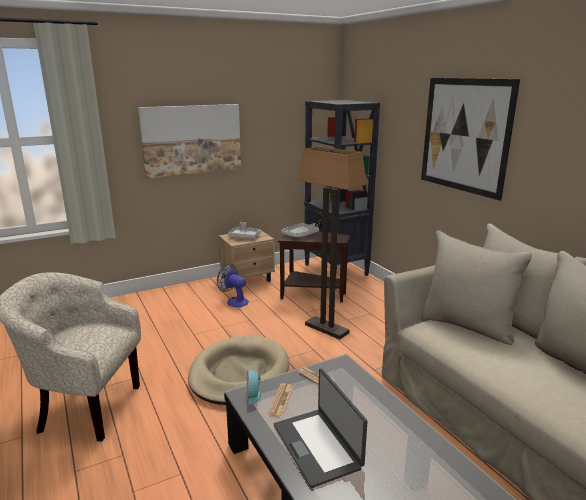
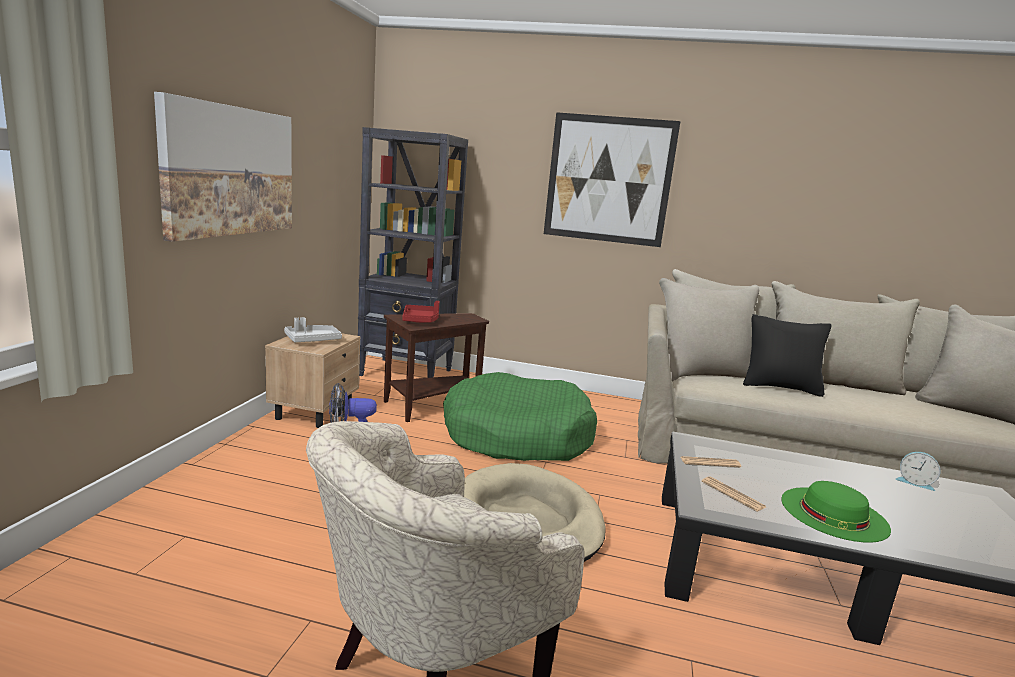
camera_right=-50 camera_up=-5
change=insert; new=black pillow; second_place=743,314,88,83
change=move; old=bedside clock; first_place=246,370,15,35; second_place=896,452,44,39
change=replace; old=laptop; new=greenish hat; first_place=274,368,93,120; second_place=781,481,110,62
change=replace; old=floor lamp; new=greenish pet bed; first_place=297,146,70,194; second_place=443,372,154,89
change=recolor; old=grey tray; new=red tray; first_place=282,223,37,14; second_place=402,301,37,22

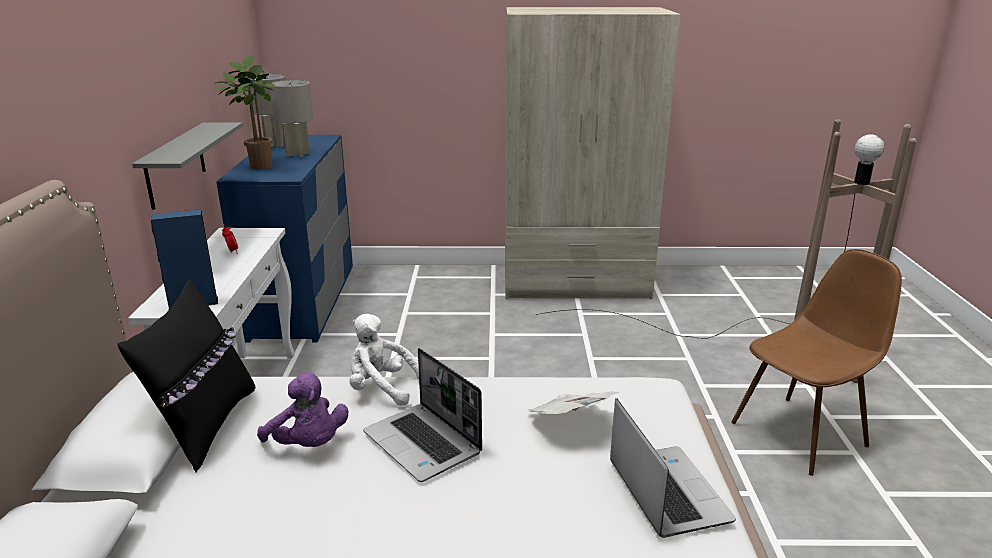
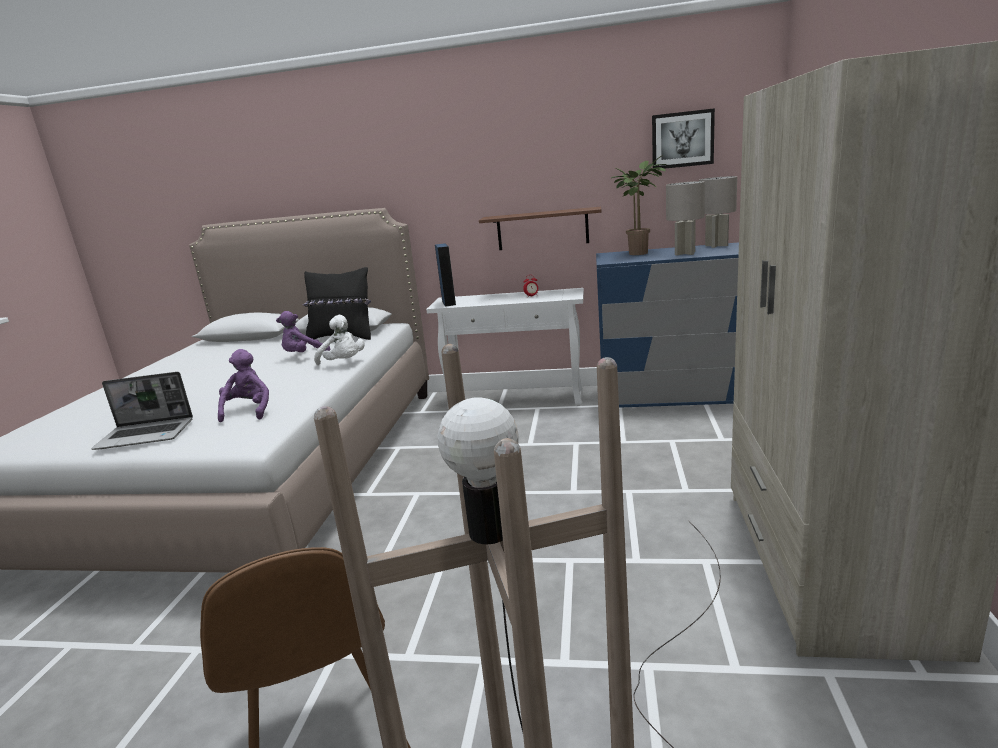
camera_right=100 camera_up=-5
change=delete; old=laptop; first_place=363,348,119,134
change=insert; new=wall art; second_place=652,108,63,62
change=replace; old=newspaper; new=purple-coloured cuddly toy; first_place=527,391,93,23; second_place=218,349,51,73
change=recolor; old=grey wall shelf; new=brown wall shelf; first_place=132,122,111,88; second_place=479,207,122,43
change=rotate; old=white cuddly toy; first_place=349,314,70,92; second_place=314,315,51,50; degrees=105

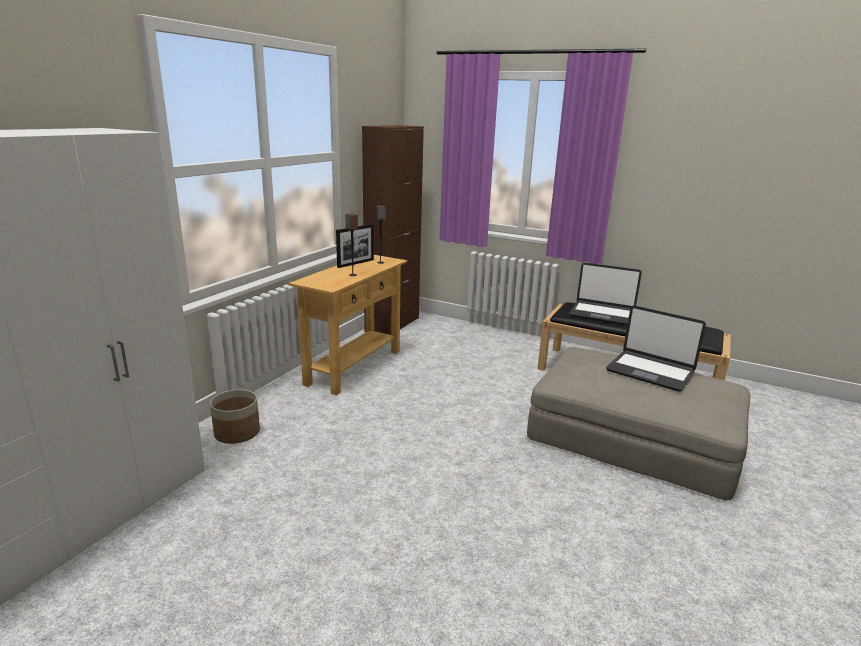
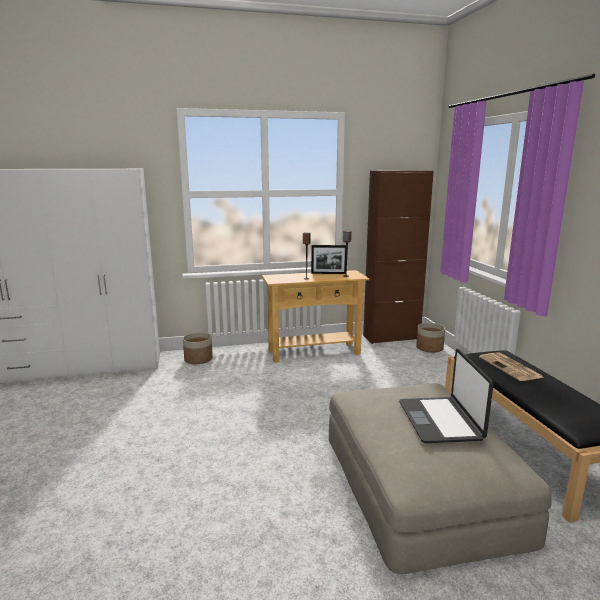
camera_right=50 camera_up=-5
change=insert; new=plant pot; second_place=416,323,29,30
change=replace; old=laptop; new=newspaper; first_place=569,262,73,63; second_place=479,352,64,29

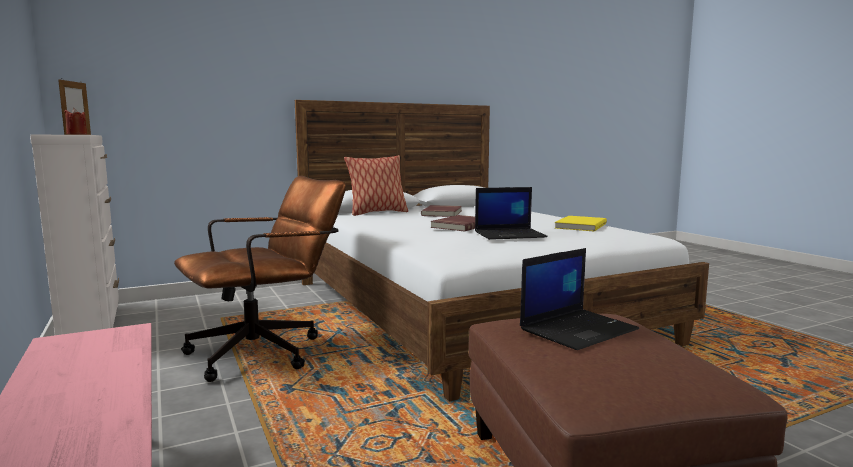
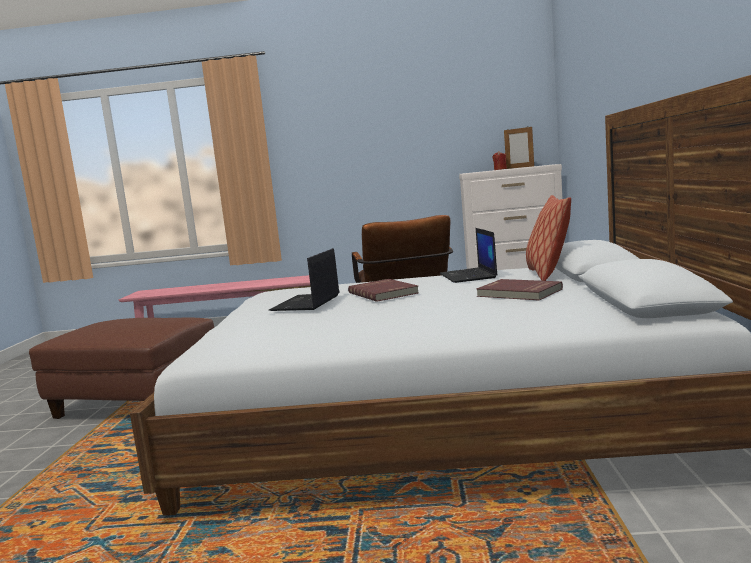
camera_right=120 camera_up=0
change=delete; old=yellow book; first_place=555,216,52,16
change=move; old=laptop; first_place=520,248,119,102; second_place=439,228,59,55

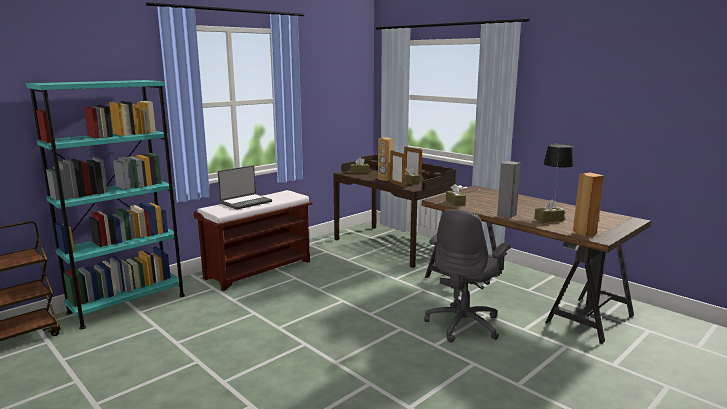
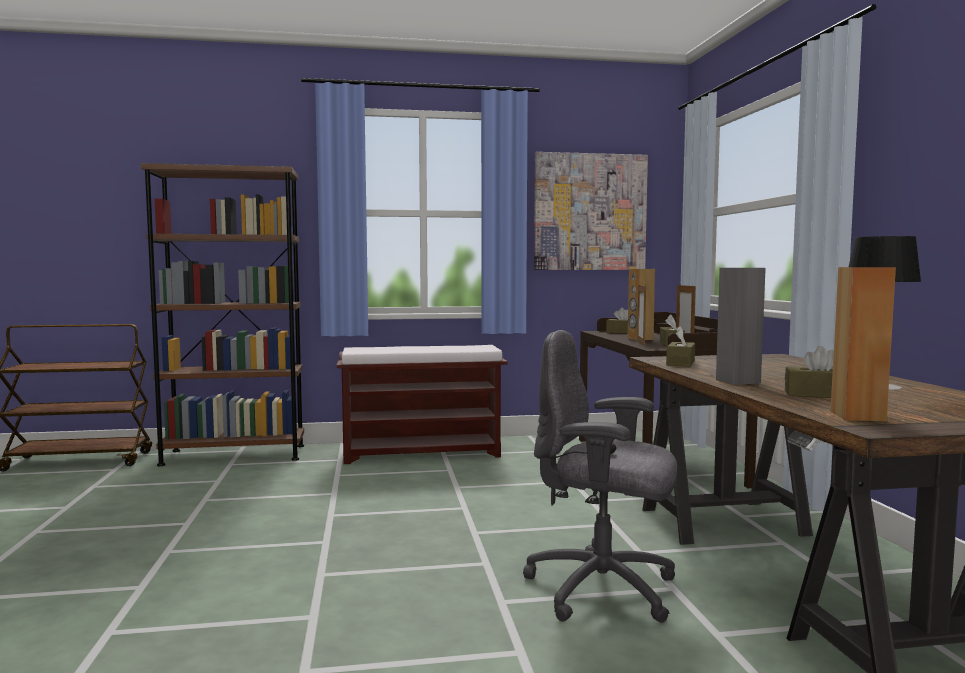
camera_right=35 camera_up=-10
change=delete; old=laptop; first_place=218,165,54,45
change=insert; new=wall art; second_place=534,152,114,118
change=recolor; old=blue-green bookcase; new=brown bookcase; first_place=26,80,159,249; second_place=141,163,163,303
change=rotate; old=grey office chair; first_place=424,209,87,134; second_place=523,330,154,293; degrees=45

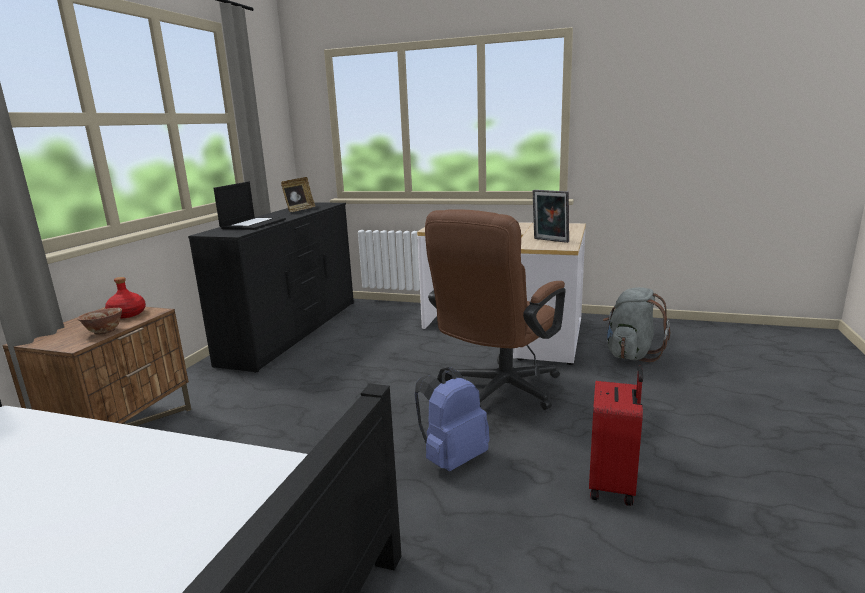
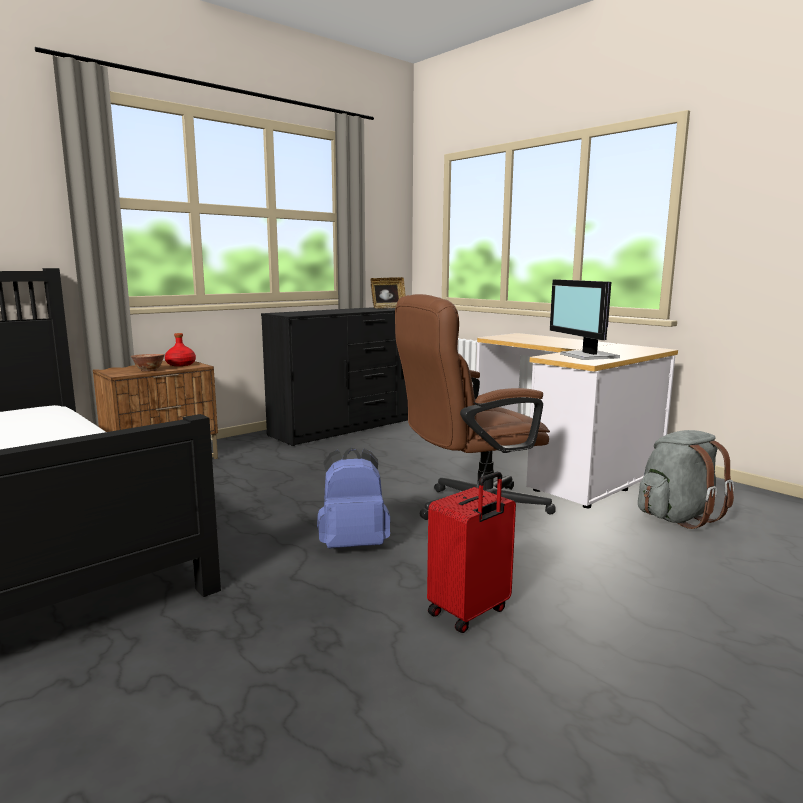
camera_right=30 camera_up=-5
change=delete; old=laptop; first_place=213,182,73,48
change=replace; old=standing frame; new=monitor; first_place=533,190,36,53; second_place=550,279,70,81

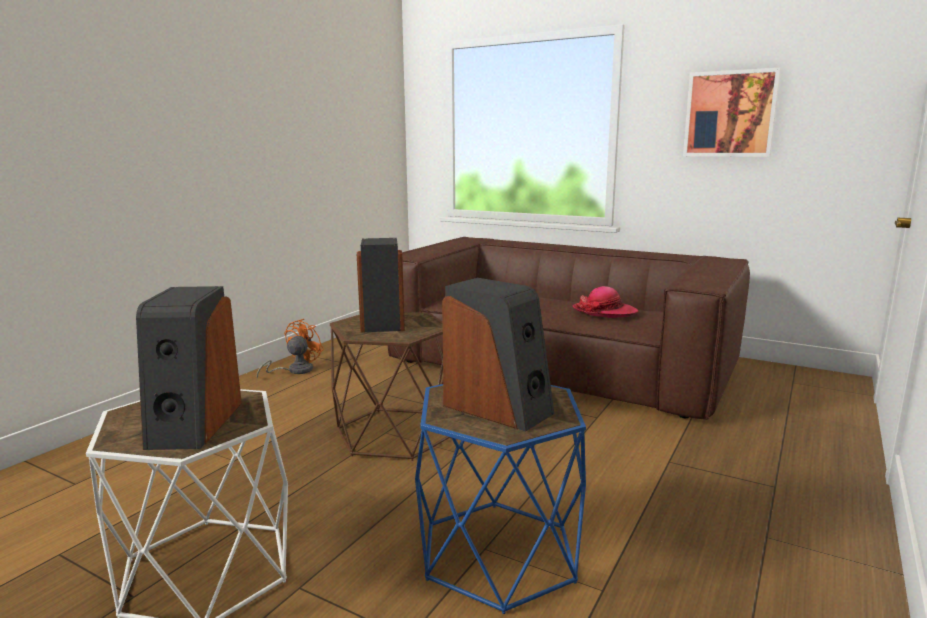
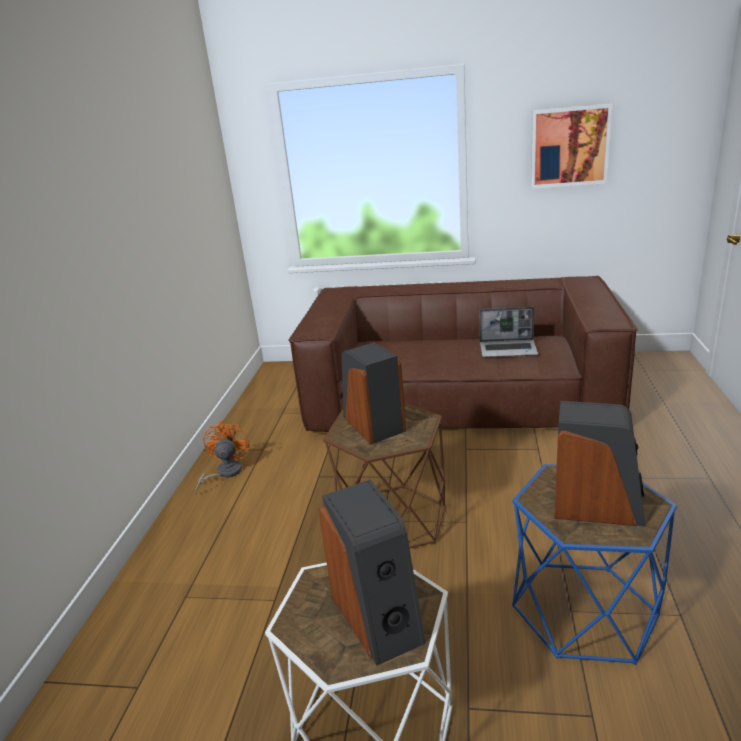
camera_right=-20 camera_up=10
change=replace; old=hat; new=laptop; first_place=573,286,65,32; second_place=480,307,58,50

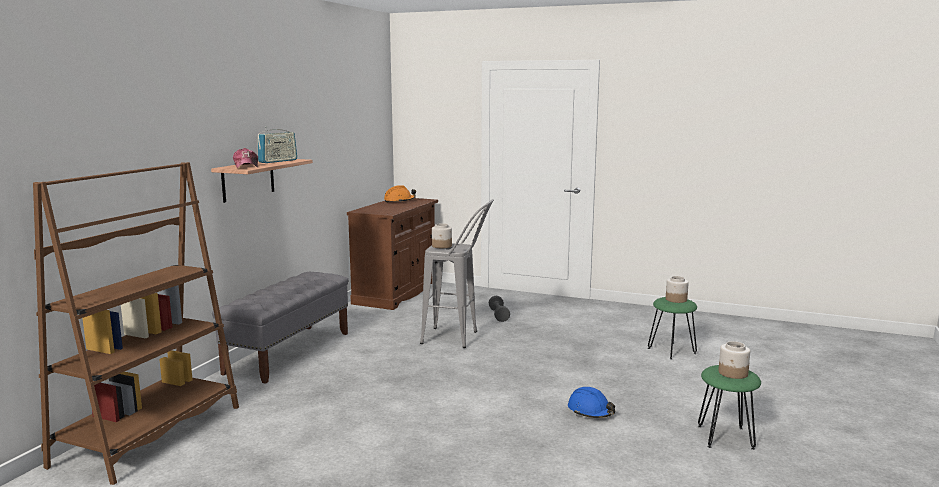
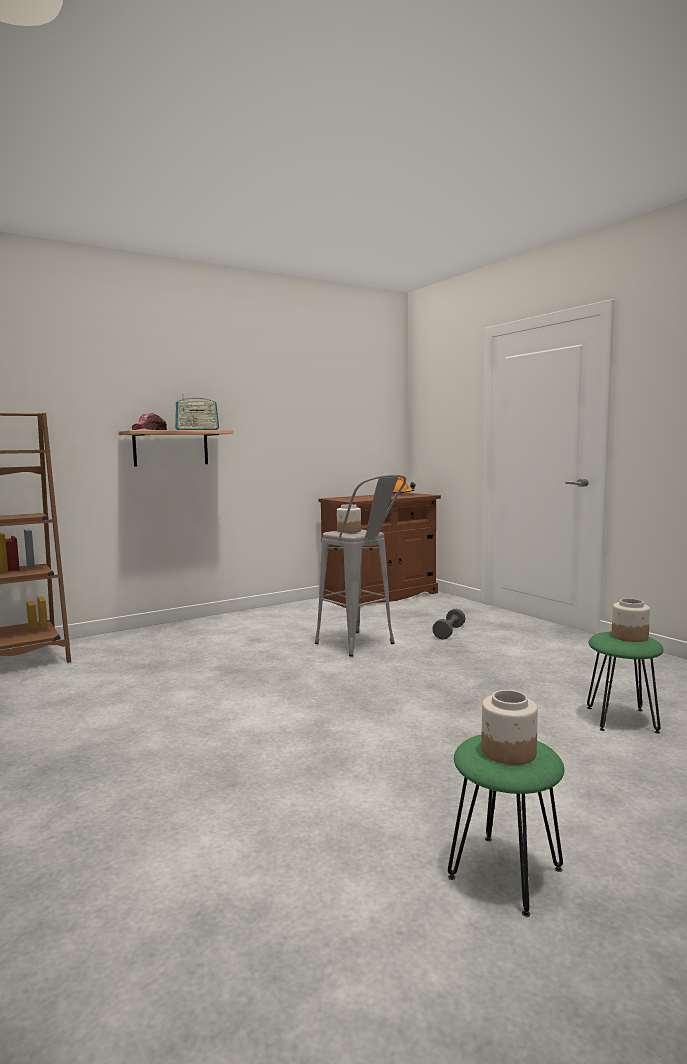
camera_right=35 camera_up=-5
change=delete; old=grey long seat; first_place=212,272,137,112
change=delete; old=blue-coloured work helmet; first_place=568,387,47,31

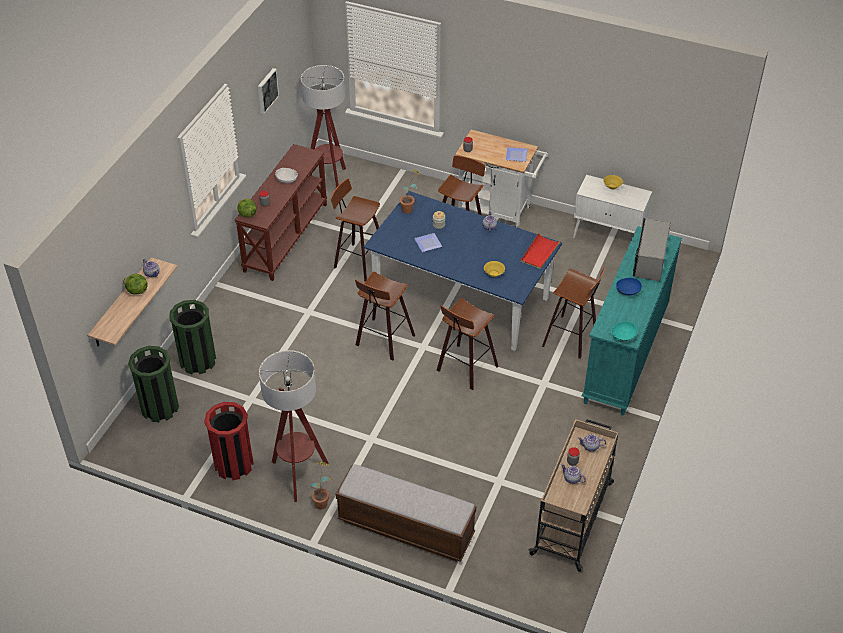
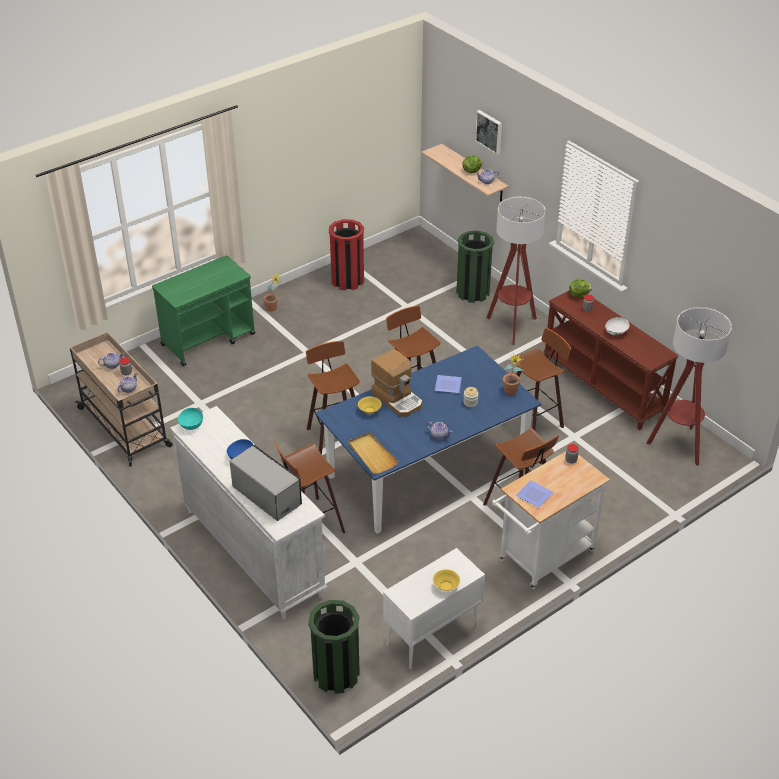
camera_right=120 camera_up=-5
change=insert; new=coffee brewer; second_place=371,349,51,68
change=move; old=greenish rubbish bin; first_place=128,346,51,76; second_place=308,600,52,94
change=move; old=wall art; first_place=258,68,21,46; second_place=475,110,27,44
change=move; old=floor lamp; first_place=259,350,70,152; second_place=487,197,59,148
change=replace; old=long seat; new=greenish trolley; first_place=336,464,140,98; second_place=152,255,103,111
change=recolor; old=red tray; new=beige tray; first_place=521,233,40,36; second_place=348,432,50,42
change=recolor; old=blue-green chest of drawers; new=white chest of drawers; first_place=582,226,100,190; second_place=170,406,157,213

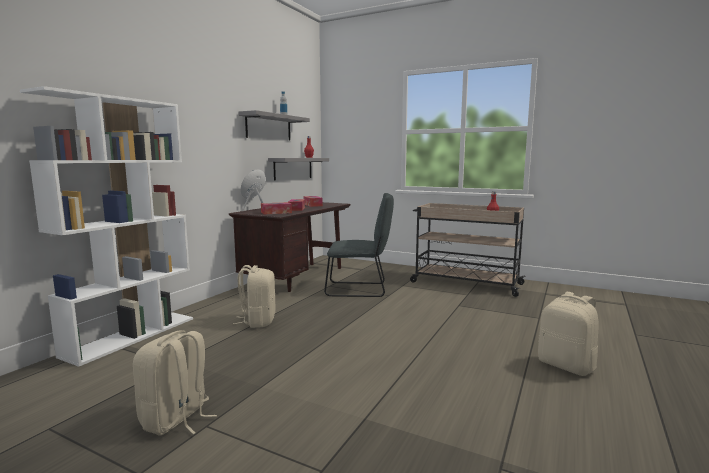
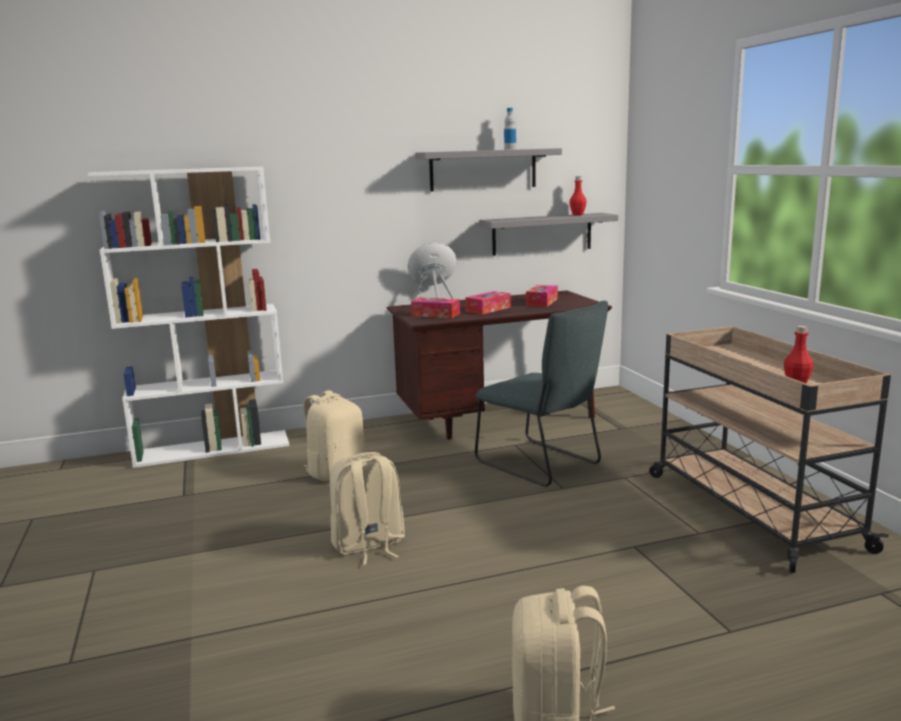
camera_right=45 camera_up=5
change=move; old=beige backpack; first_place=133,330,84,106; second_place=330,452,75,113

